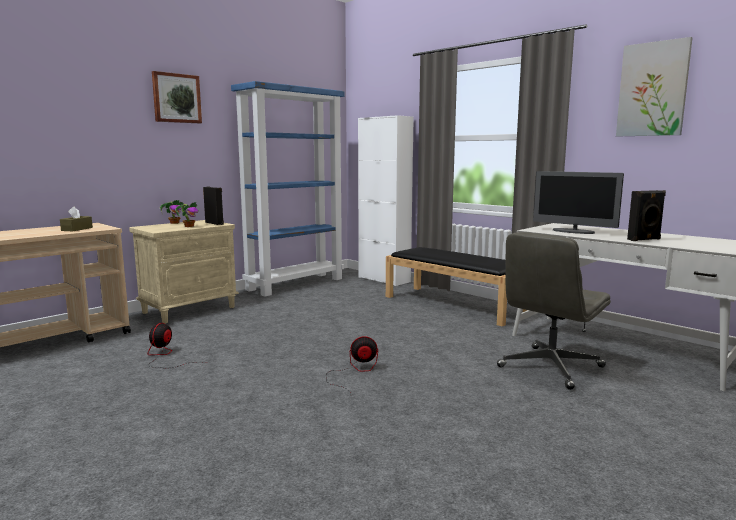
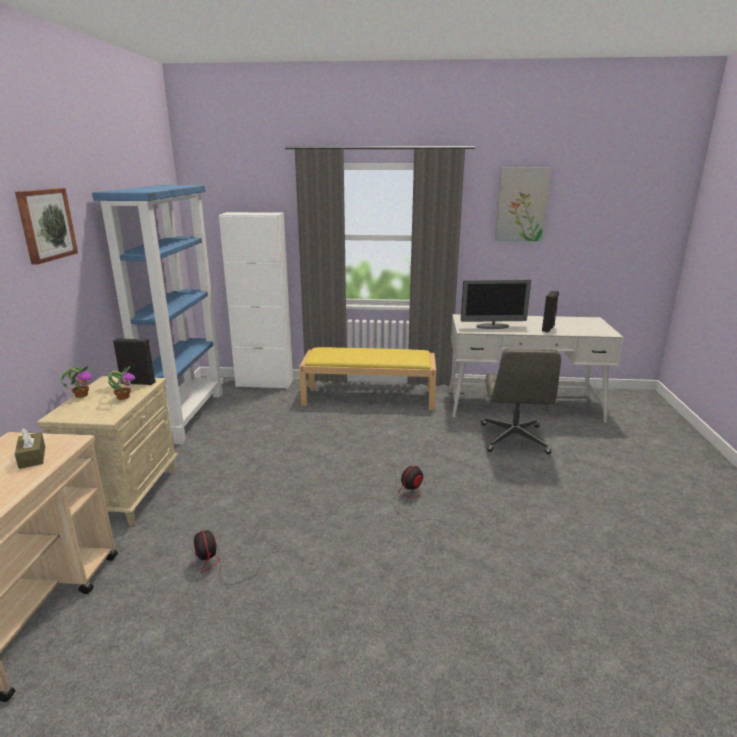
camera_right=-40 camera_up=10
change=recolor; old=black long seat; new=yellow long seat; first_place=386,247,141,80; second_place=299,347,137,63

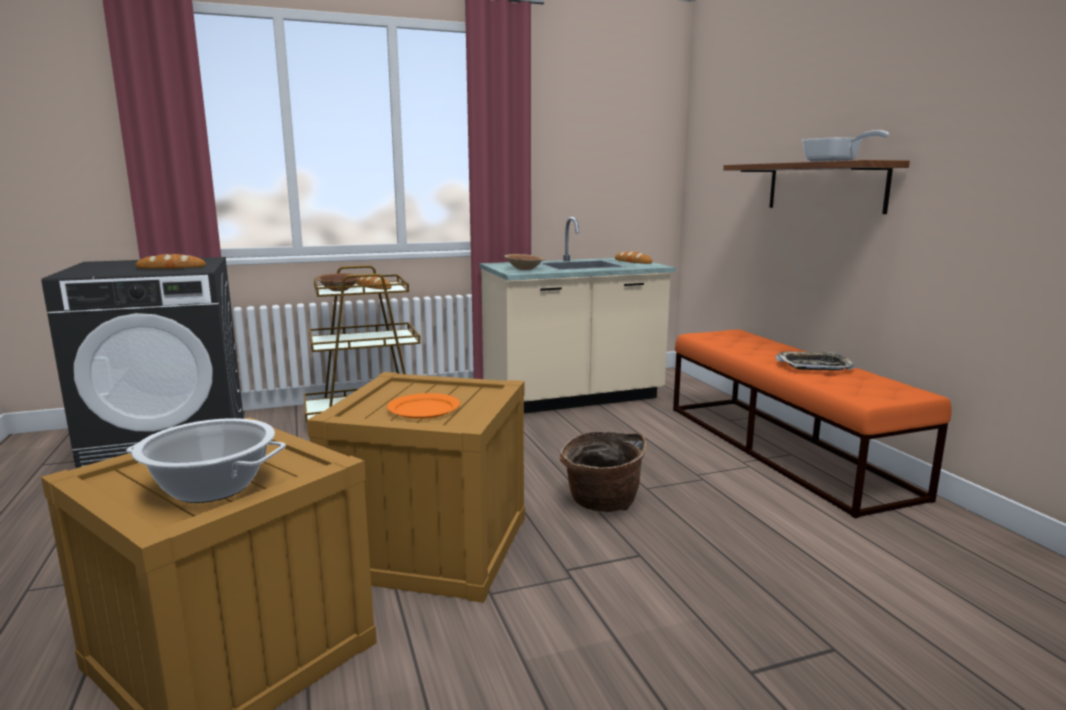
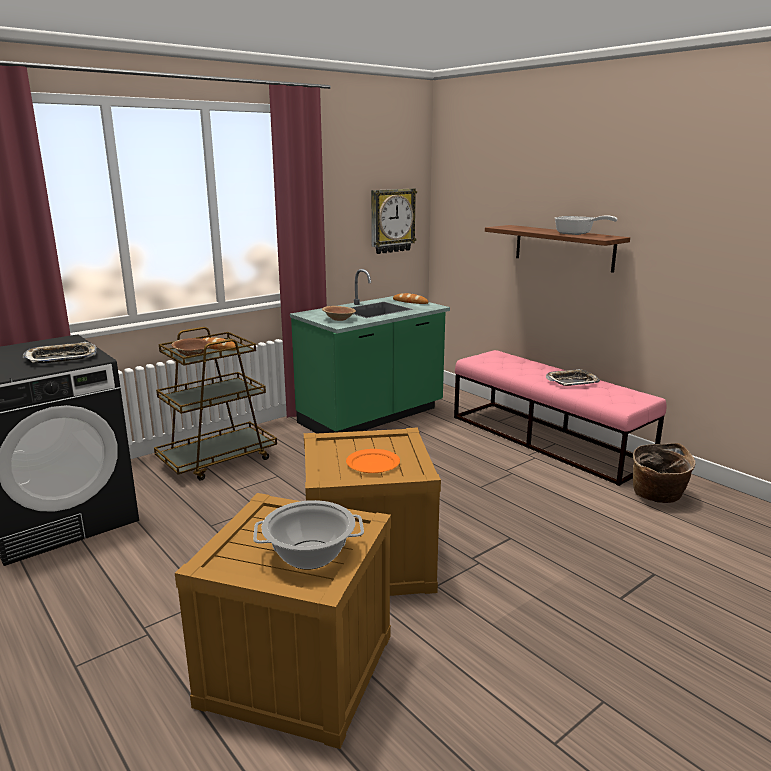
camera_right=-20 camera_up=5
change=insert; new=wall clock; second_place=371,188,46,66
change=move; old=storage basket; first_place=560,431,86,81; second_place=633,443,63,60
change=replace; old=bakery bread; new=tray; first_place=135,254,71,15; second_place=23,342,74,21
change=recolor; old=beige kitchen base unit; new=greenish kitchen base unit; first_place=480,217,196,196; second_place=290,269,160,165
change=recolor; old=orange-coloured long seat; new=pink long seat; first_place=673,330,279,188; second_place=454,350,213,136

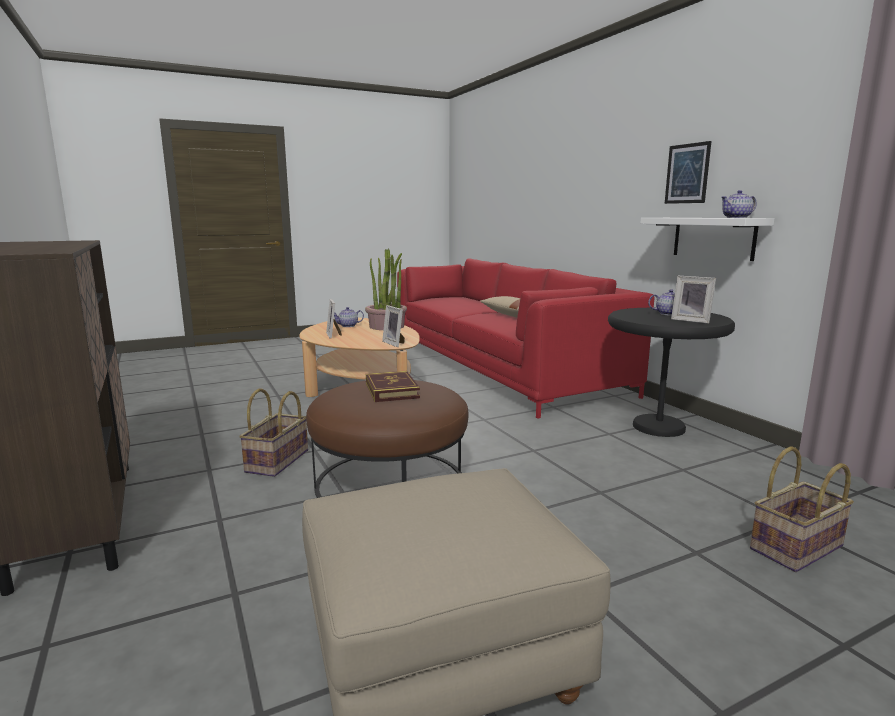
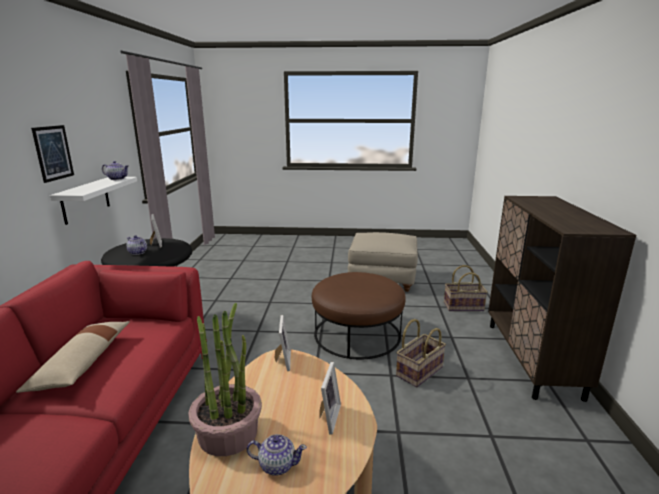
camera_right=-150 camera_up=5
change=delete; old=book; first_place=366,371,54,31
change=move; old=storage basket; first_place=750,446,104,126; second_place=444,265,44,46

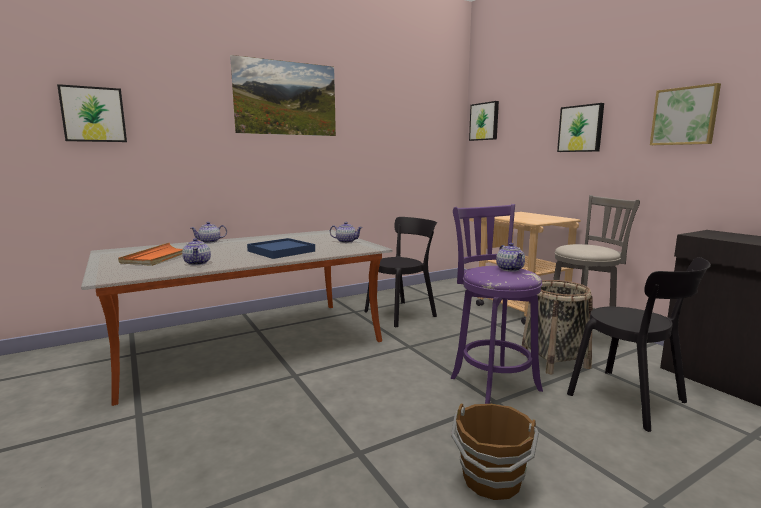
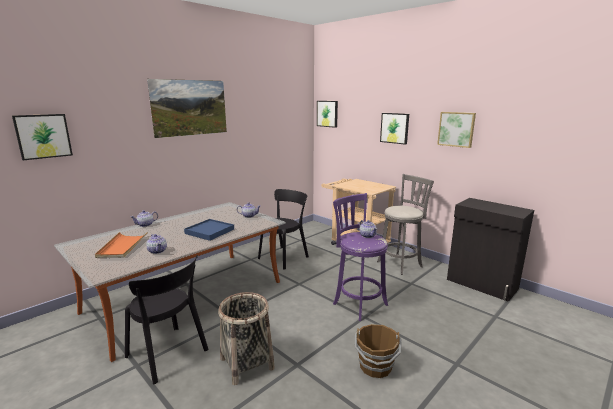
camera_right=-15 camera_up=5
change=move; old=storage basket; first_place=521,280,72,94; second_place=218,292,57,93
change=move; old=black chair; first_place=567,257,144,175; second_place=125,255,84,129

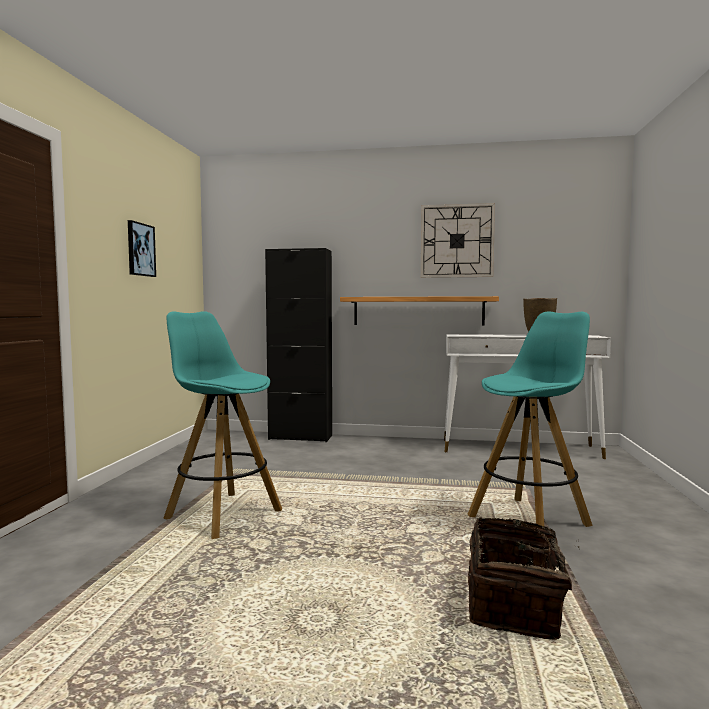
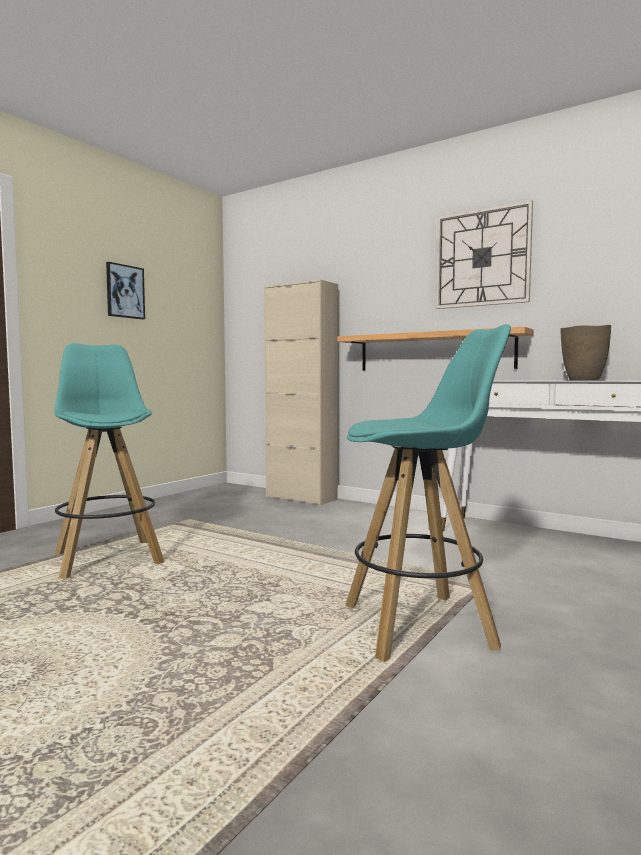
camera_right=25 camera_up=0
change=delete; old=storage basket; first_place=468,517,111,123
change=recolor; old=black cabinet; new=beige cabinet; first_place=265,248,67,194; second_place=264,279,74,226

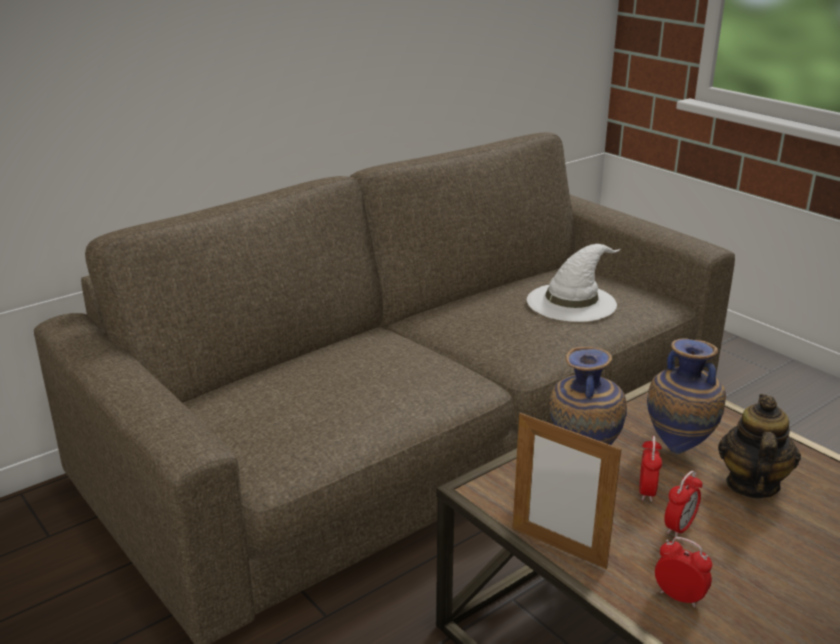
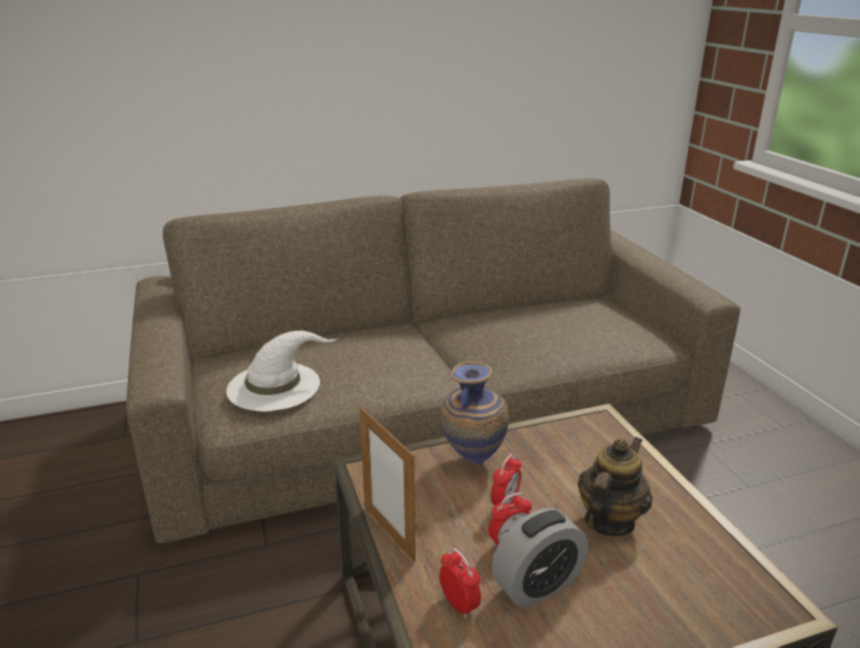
camera_right=20 camera_up=0
change=delete; old=decorative vase; first_place=647,338,79,116
change=insert; new=bedside clock; second_place=492,508,96,100
change=move; old=white hat; first_place=527,244,93,78; second_place=226,330,111,81

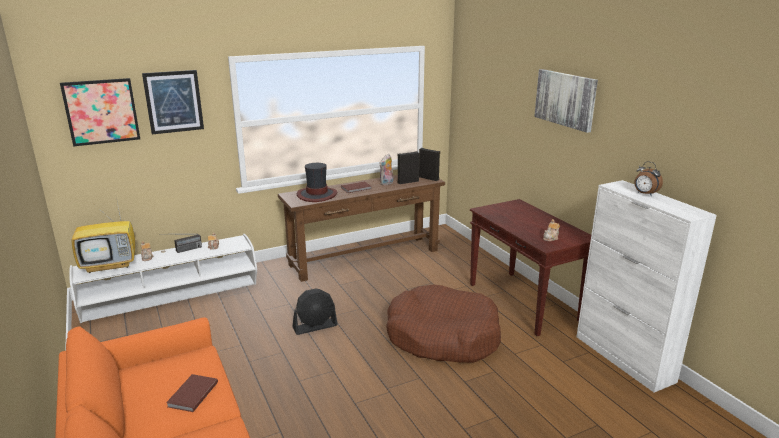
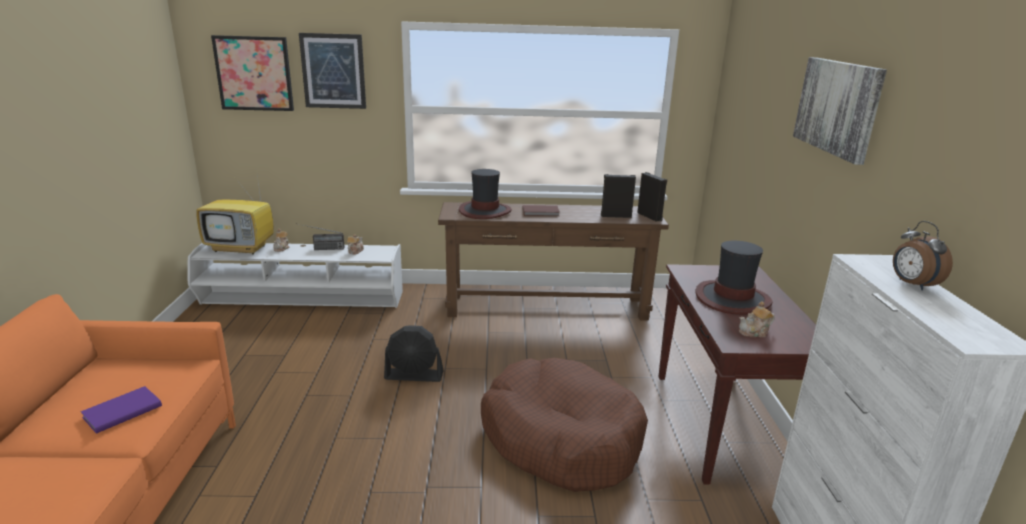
camera_right=25 camera_up=0
change=delete; old=cuddly toy; first_place=380,154,13,32
change=insert; new=hat; second_place=696,241,76,74
change=recolor; old=brown book; new=purple-coloured book; first_place=166,374,52,38; second_place=81,386,81,48

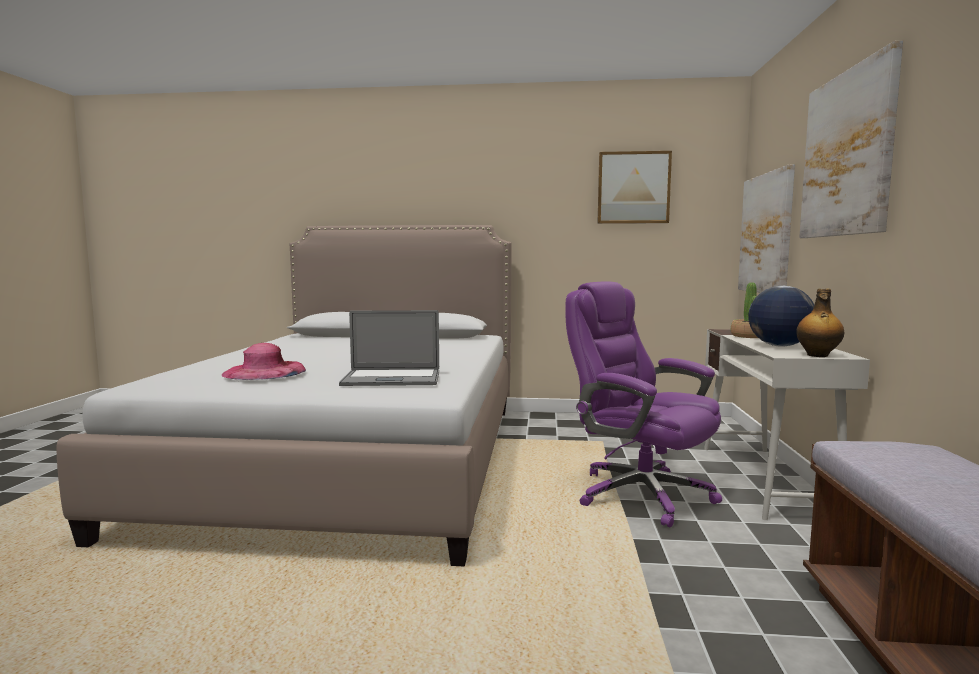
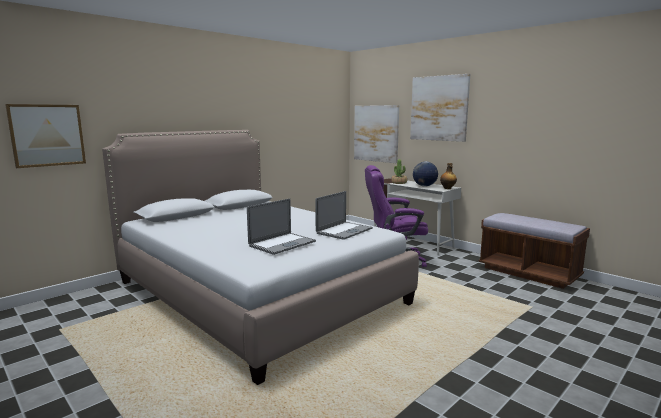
camera_right=-50 camera_up=5
change=move; old=wall art; first_place=597,151,75,73; second_place=5,104,81,64
change=replace; old=pink hat; new=laptop; first_place=222,343,84,37; second_place=247,198,69,57

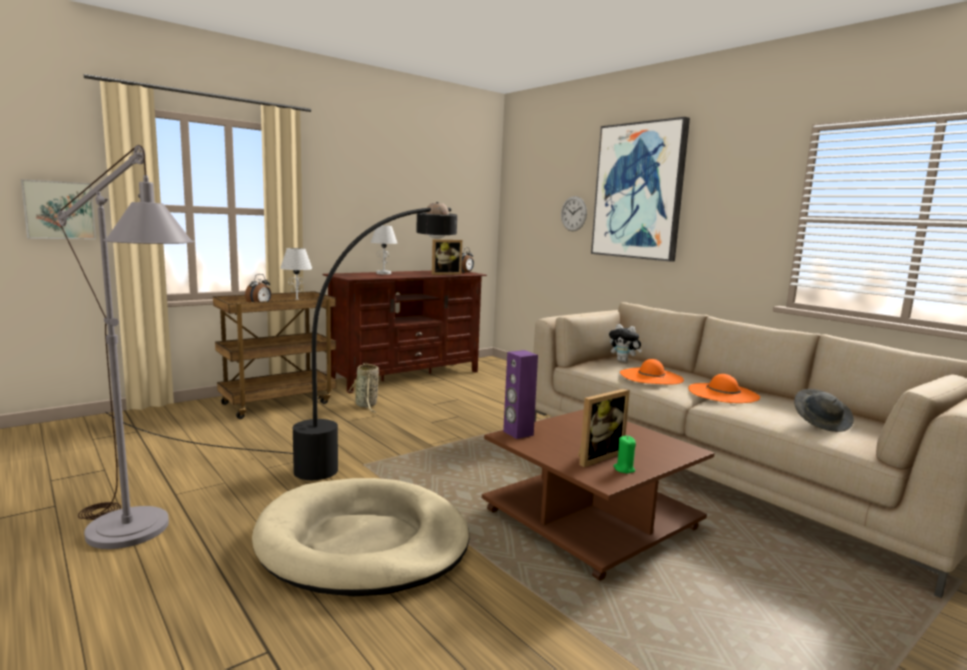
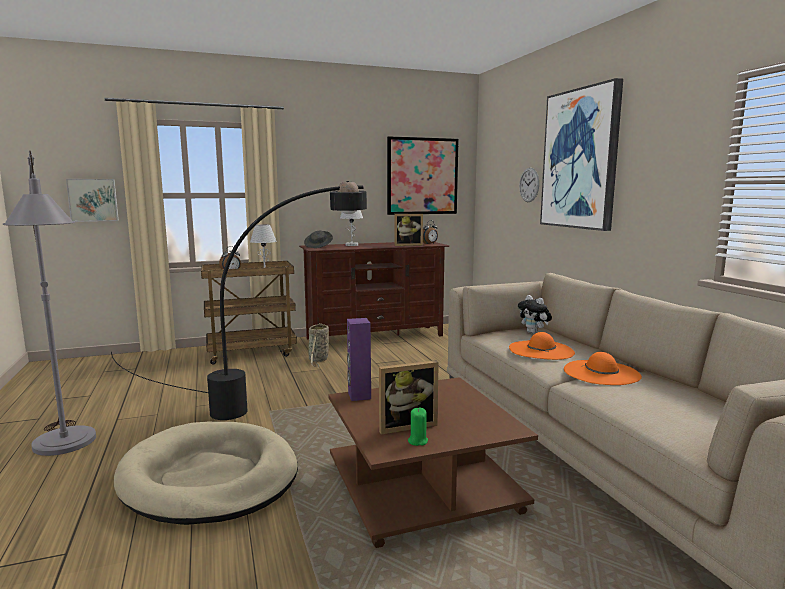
camera_right=20 camera_up=0
change=insert; new=wall art; second_place=387,136,72,79
change=move; old=grey hat; first_place=794,389,60,43; second_place=304,231,29,17

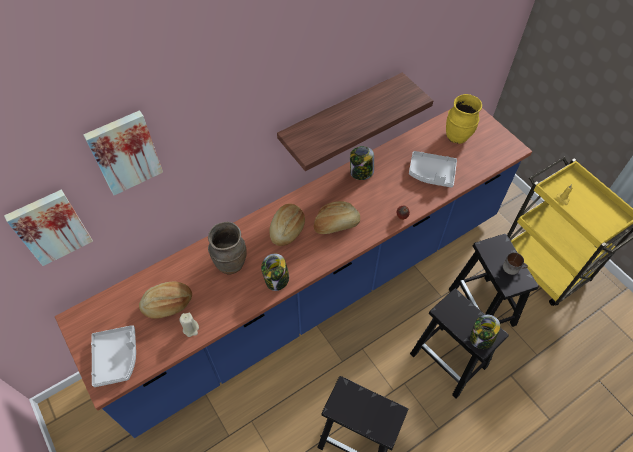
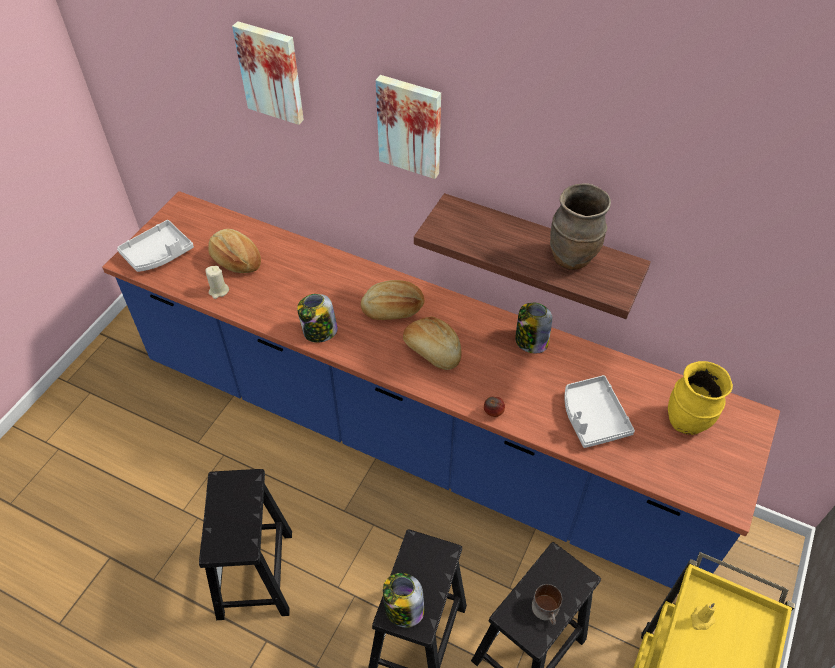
camera_right=60 camera_up=-5
change=move; old=wall art; first_place=4,190,89,76; second_place=376,75,65,104
change=move; old=brown decorative vase; first_place=208,222,39,53; second_place=550,183,61,87

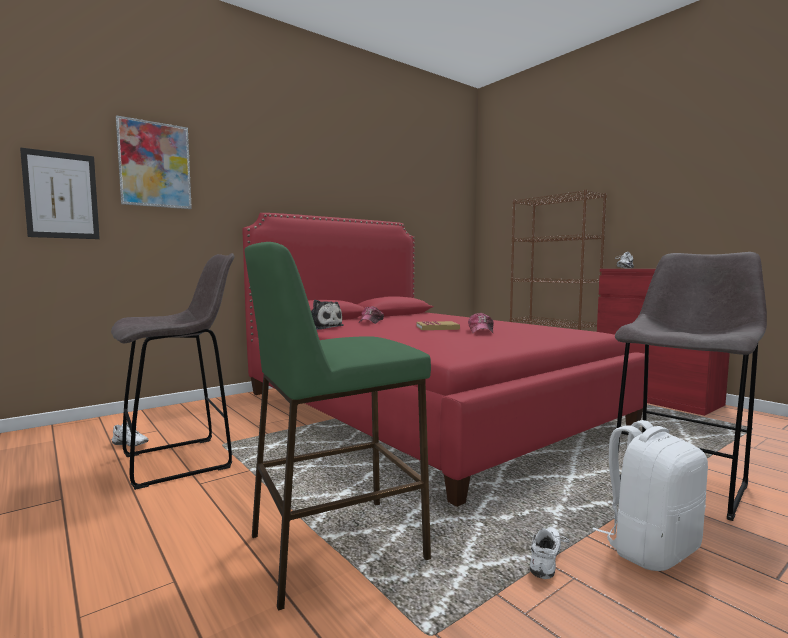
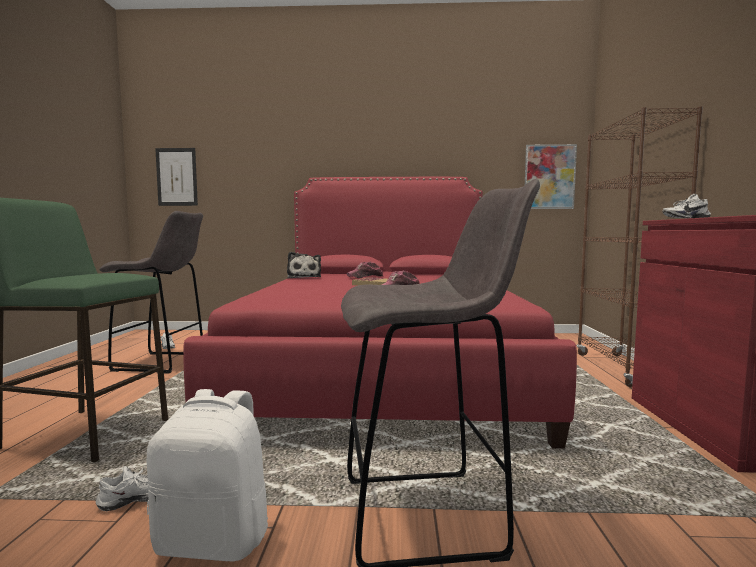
camera_right=40 camera_up=0
change=move; old=wall art; first_place=116,115,76,94; second_place=525,144,52,65

